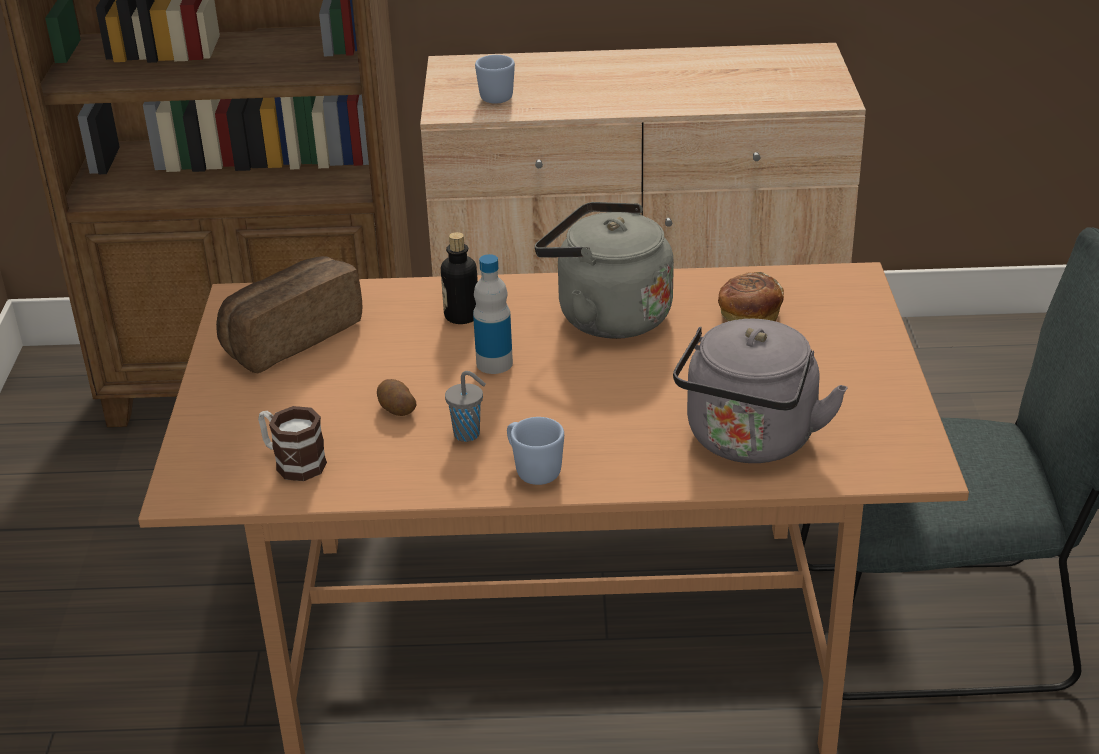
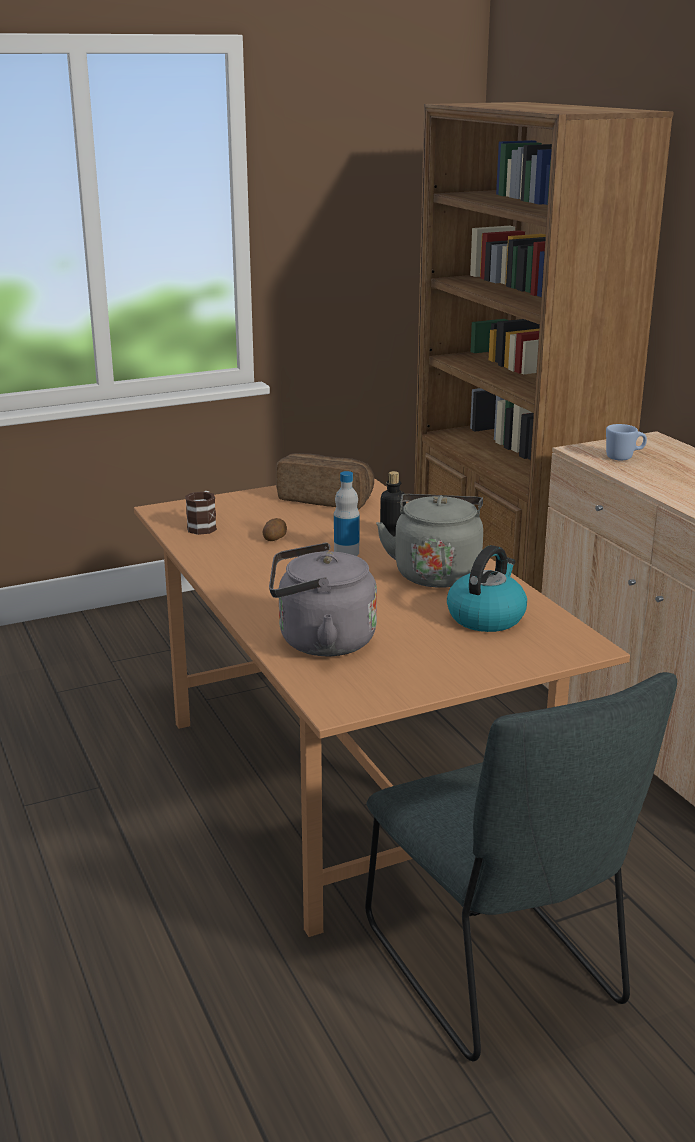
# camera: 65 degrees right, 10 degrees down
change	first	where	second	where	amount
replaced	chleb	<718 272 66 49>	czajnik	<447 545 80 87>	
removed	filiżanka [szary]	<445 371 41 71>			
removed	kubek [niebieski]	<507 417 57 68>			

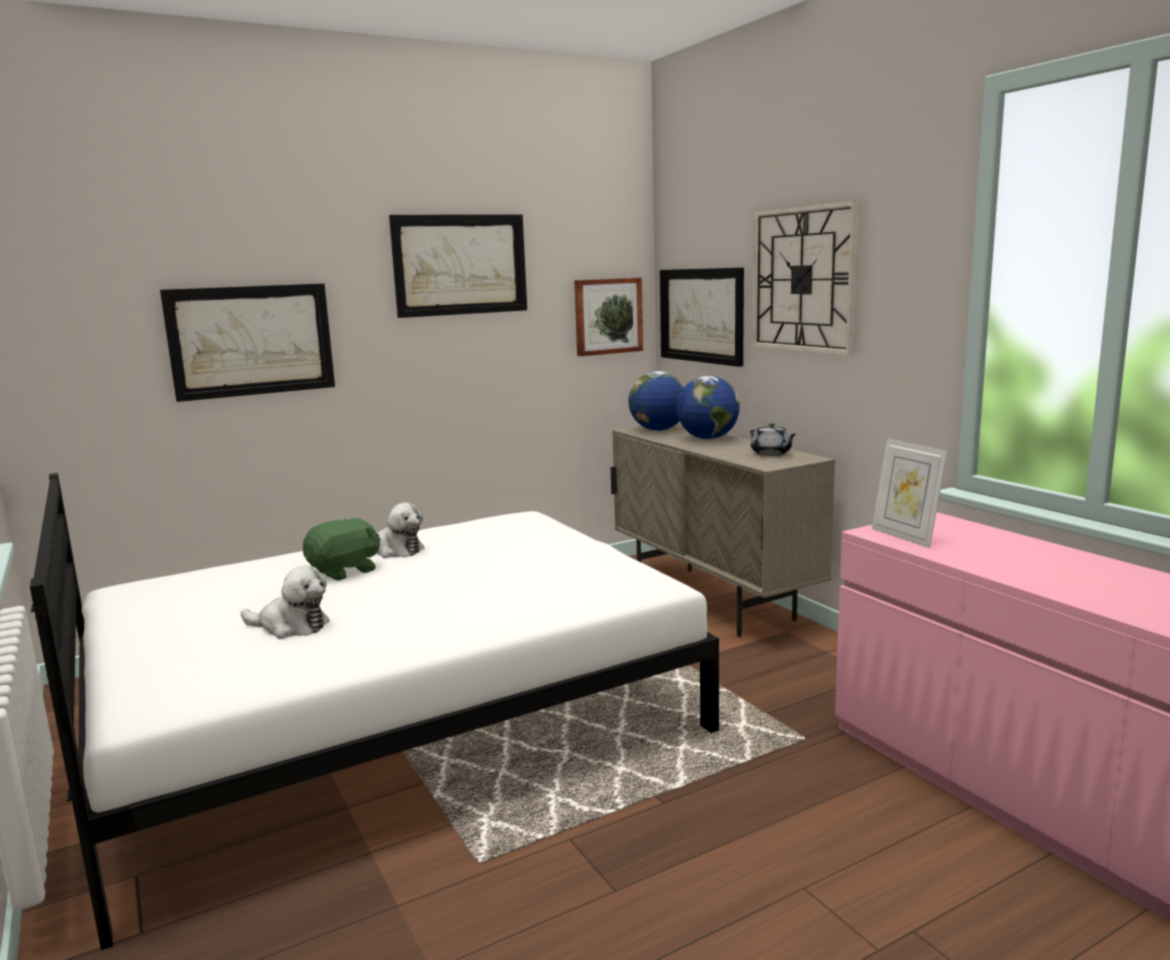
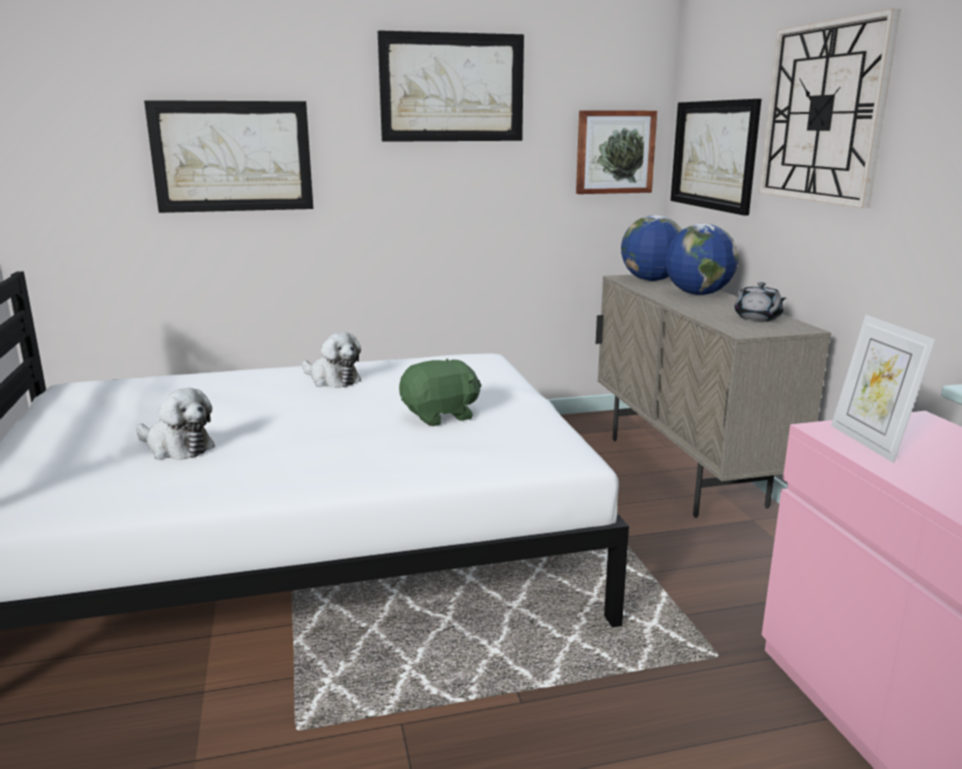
# camera: 15 degrees right, 5 degrees up
change	first	where	second	where	amount
moved	pluszak [zielony]	<303 518 78 62>		<399 359 82 67>	

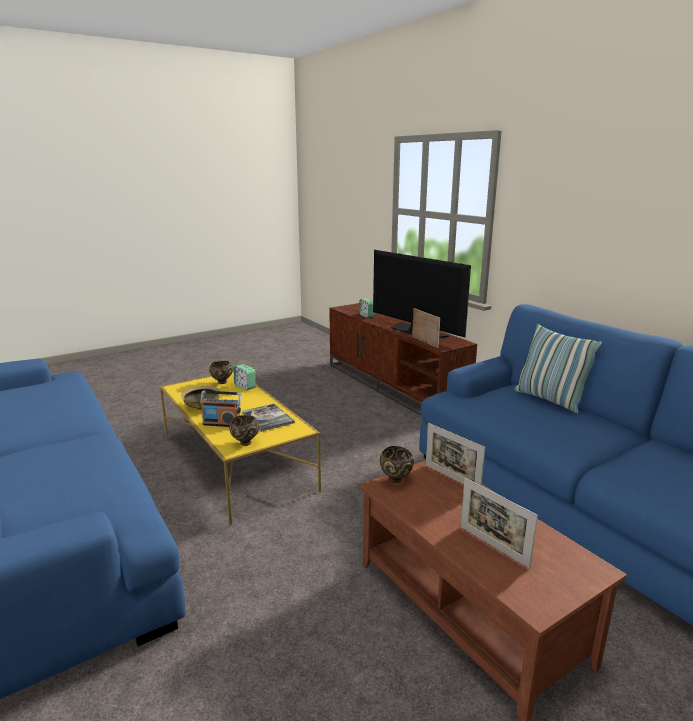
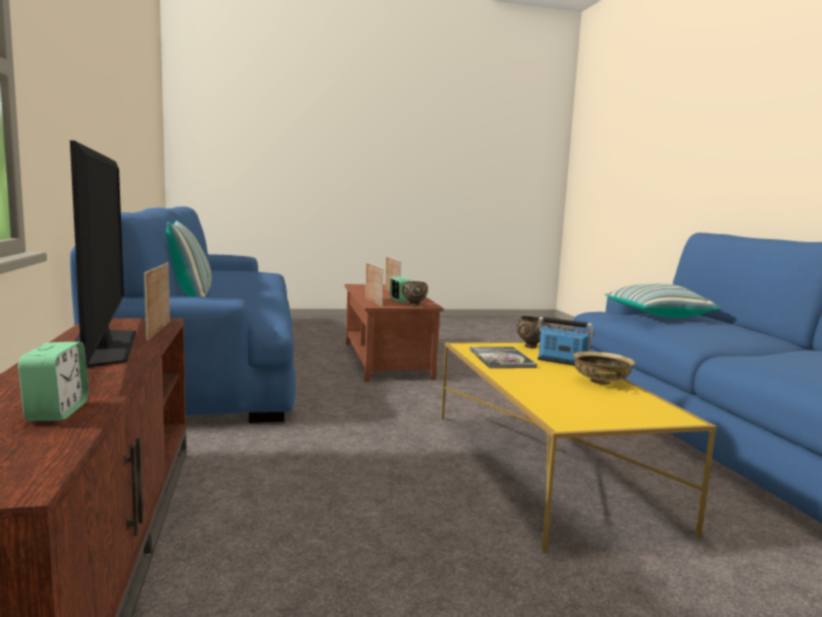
# camera: 160 degrees left, 10 degrees down
change	first	where	second	where	amount
moved	budzik	<233 364 23 26>		<390 276 20 26>	
added			poduszka	<605 283 116 35>	
removed	miska [brązowy]	<209 361 24 23>			

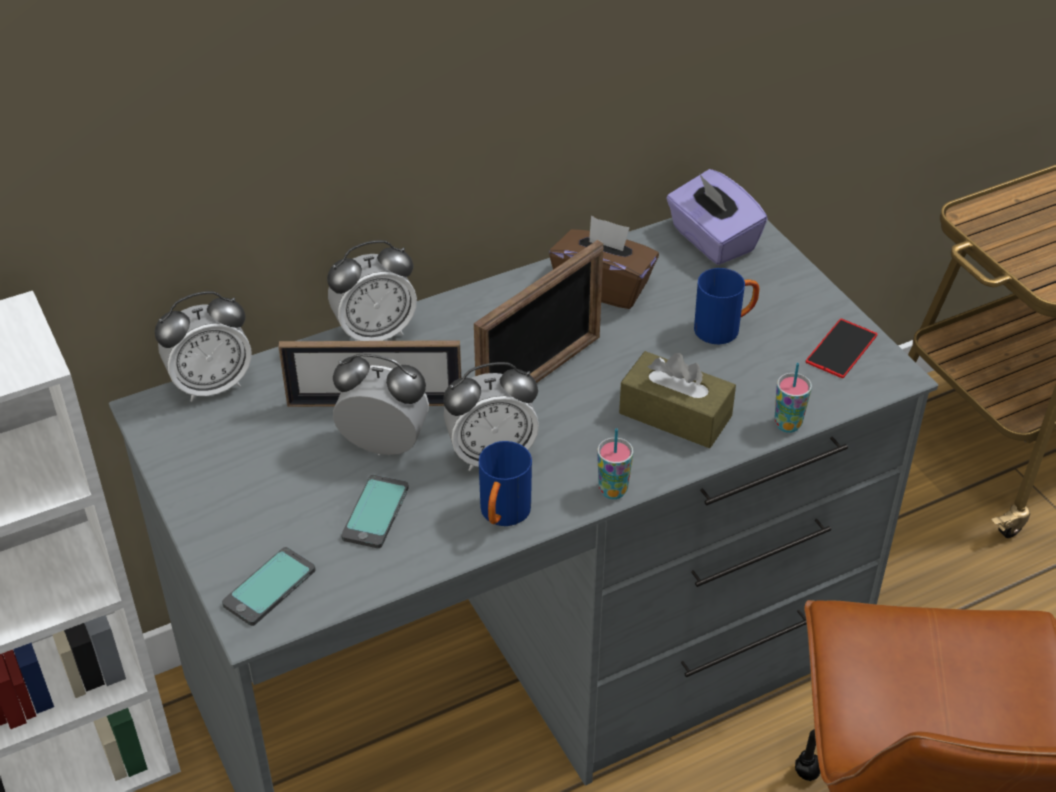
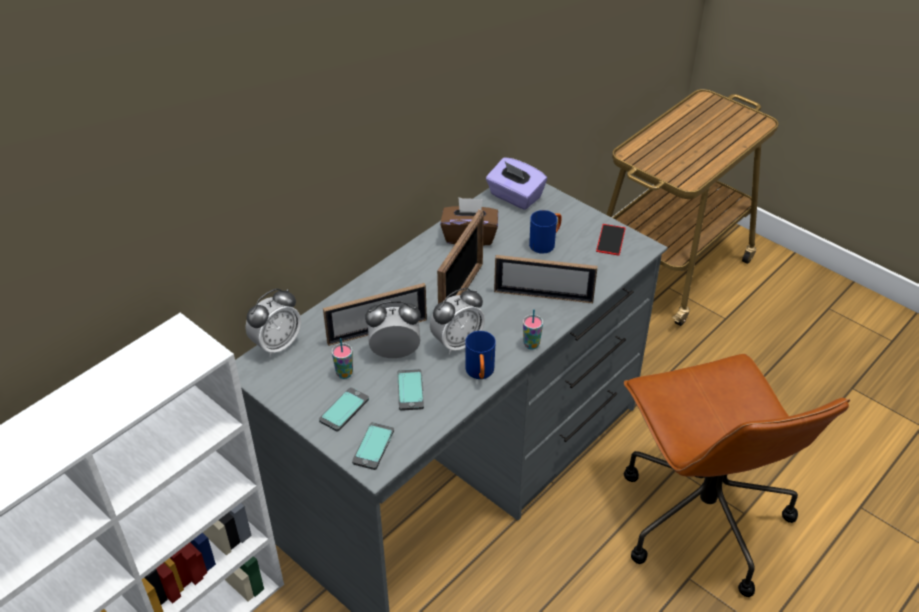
# camera: 20 degrees left, 0 degrees up
change	first	where	second	where	amount
added			telefon	<319 387 50 45>	
moved	filiżanka	<774 363 38 70>		<332 338 21 41>	
replaced	pudełko chusteczek [brązowy]	<619 351 117 97>	ramka na zdjęcie	<494 255 104 48>	
removed	budzik	<327 240 90 101>			

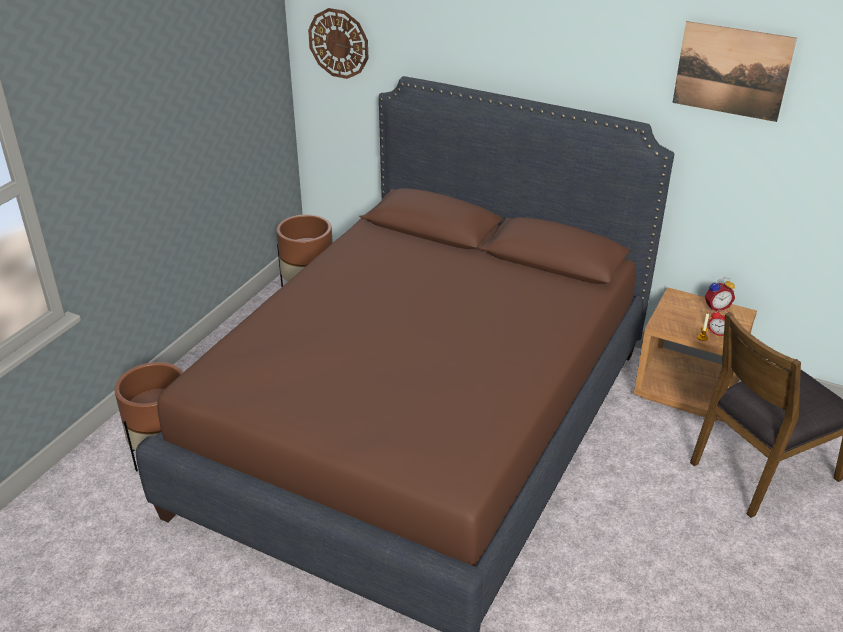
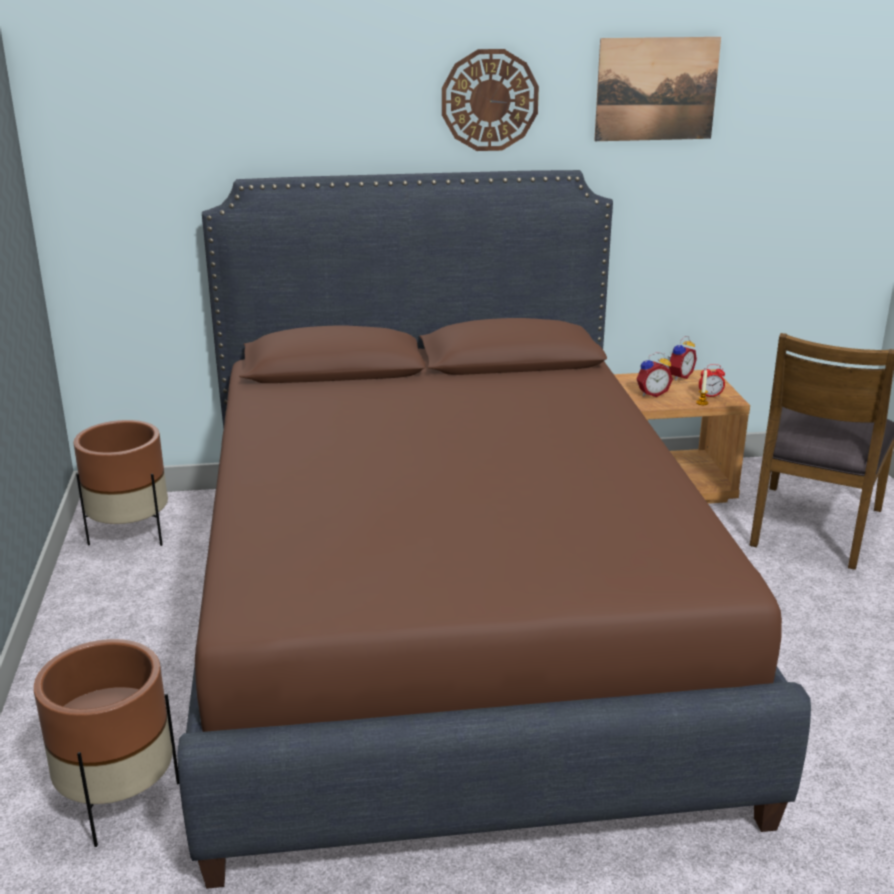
# camera: 35 degrees left, 10 degrees down
change	first	where	second	where	amount
moved	zegar ścienny	<308 8 61 71>		<442 49 97 102>	
added			budzik	<636 352 37 45>	

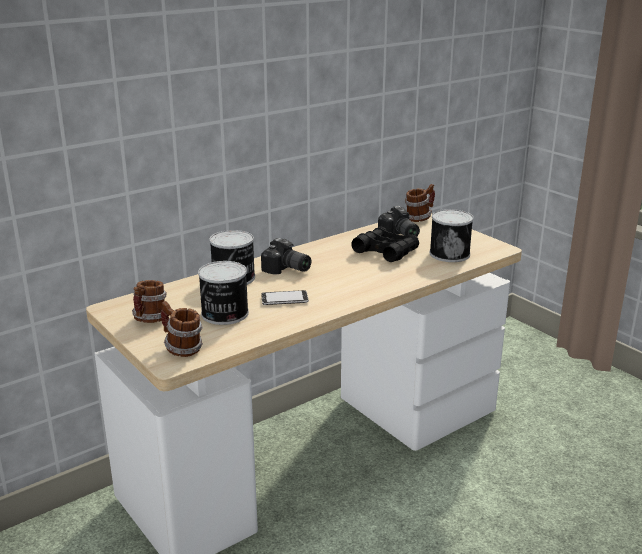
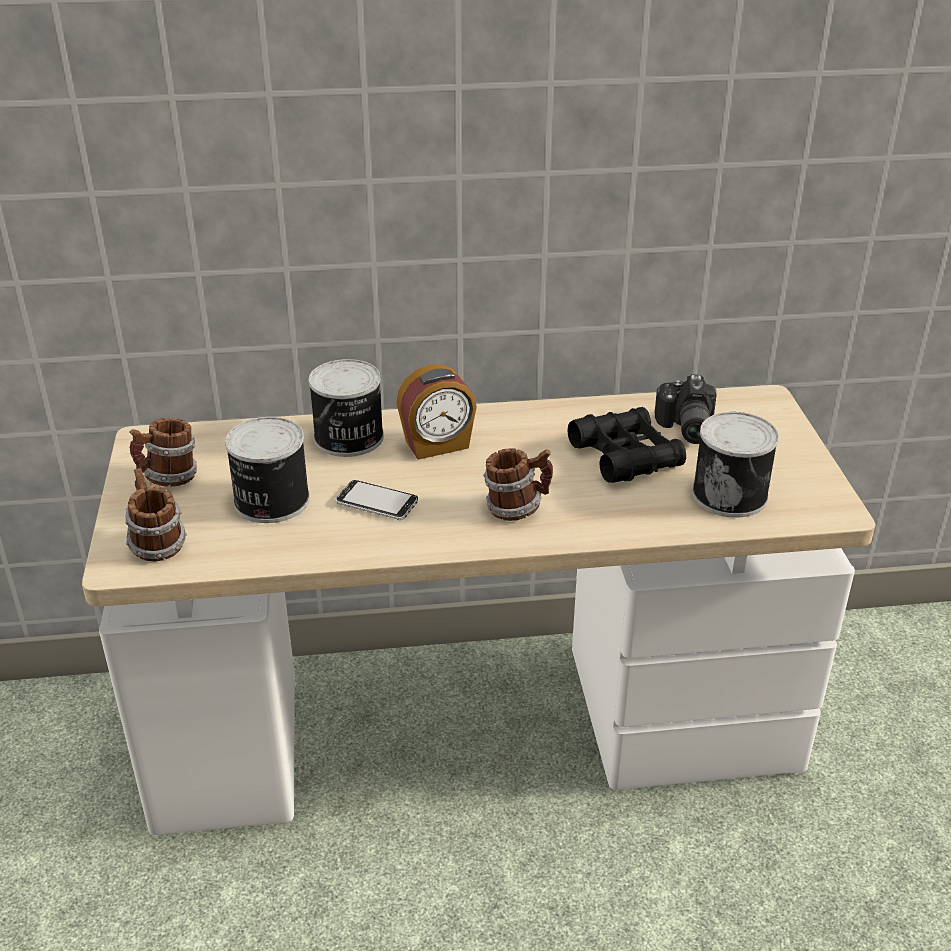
# camera: 30 degrees right, 10 degrees up
change	first	where	second	where	amount
replaced	aparat fotograficzny	<261 238 50 36>	budzik	<396 365 81 95>	
moved	kubek	<405 184 30 38>		<483 448 70 73>	

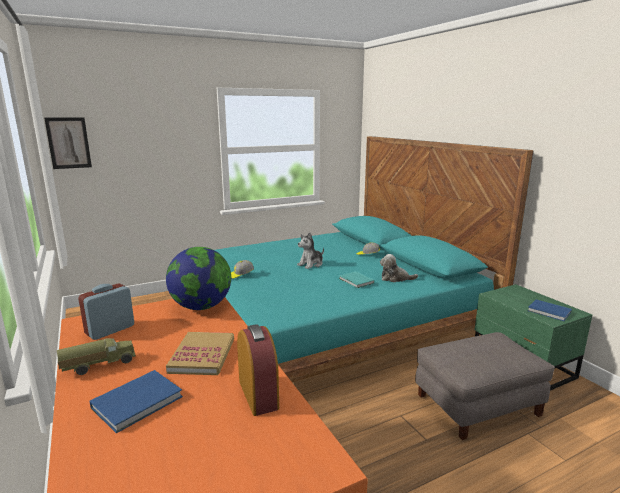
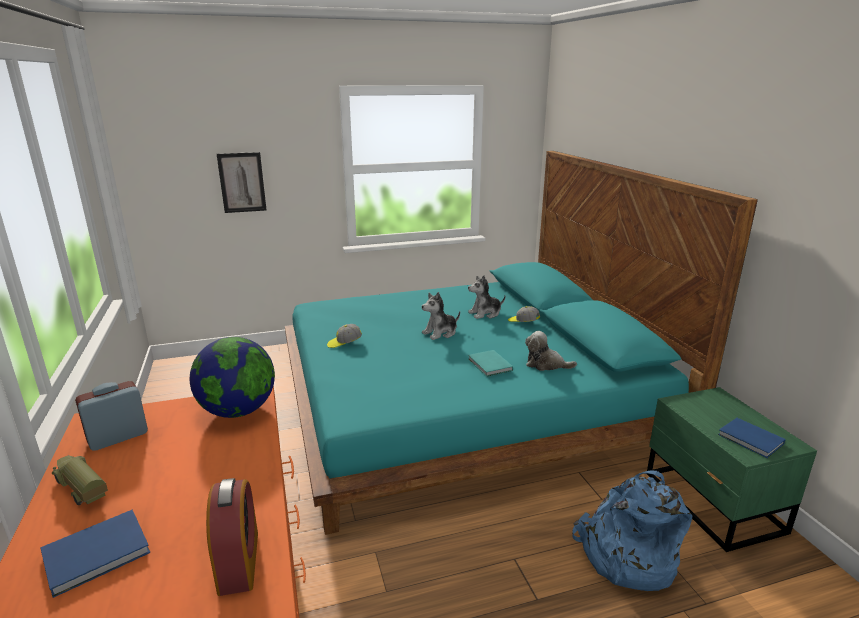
# camera: 10 degrees right, 5 degrees up
change	first	where	second	where	amount
turned	ciężarówka zabawkowa	<57 338 79 37>		<52 455 56 50>	120 degrees counterclockwise
moved	obraz	<44 117 48 52>		<217 152 49 61>	
added			pluszak	<468 275 37 44>	
replaced	pufa [szary]	<415 332 140 108>	plecak [niebieski]	<572 470 120 121>	
removed	książka	<166 332 68 43>			

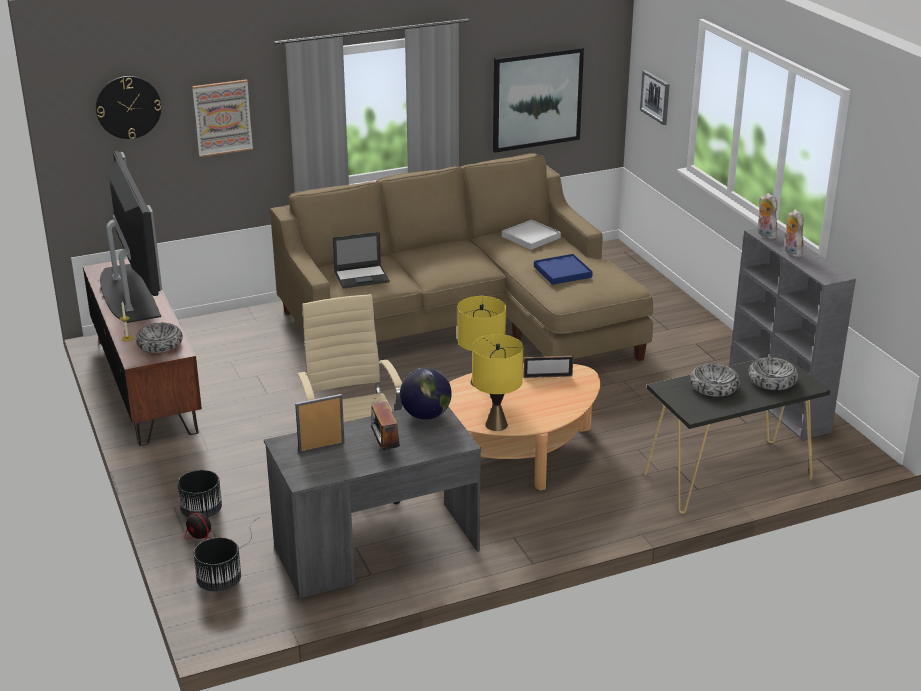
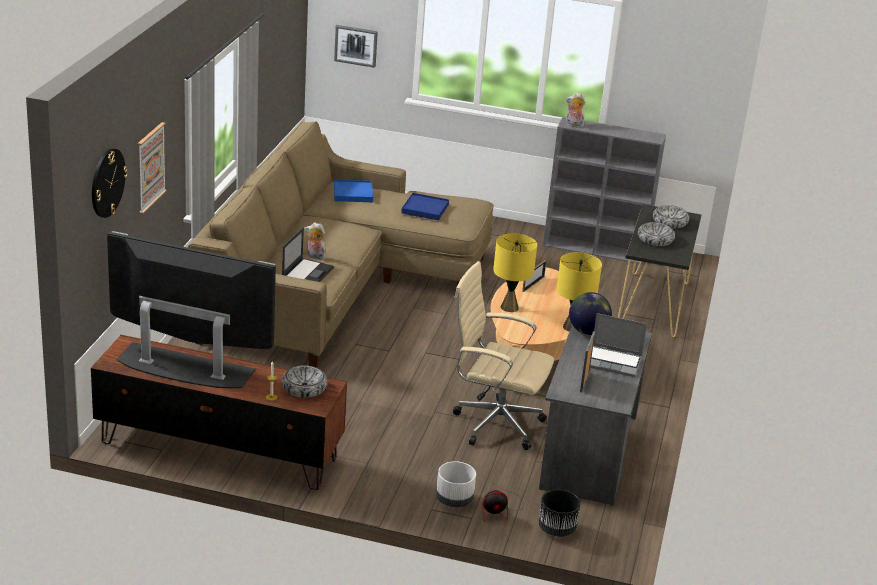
# camera: 55 degrees left, 0 degrees up
change	first	where	second	where	amount
moved	pluszak	<784 209 20 48>		<305 222 21 38>	
recoloured	taca [biały]	<502 220 59 30>	taca [niebieski]	<334 179 39 23>	
recoloured	donica [czarny]	<177 470 45 48>	donica [biały]	<436 461 40 46>	
replaced	radio	<365 401 35 50>	laptop	<590 313 57 64>	
removed	obraz	<493 47 91 106>			

